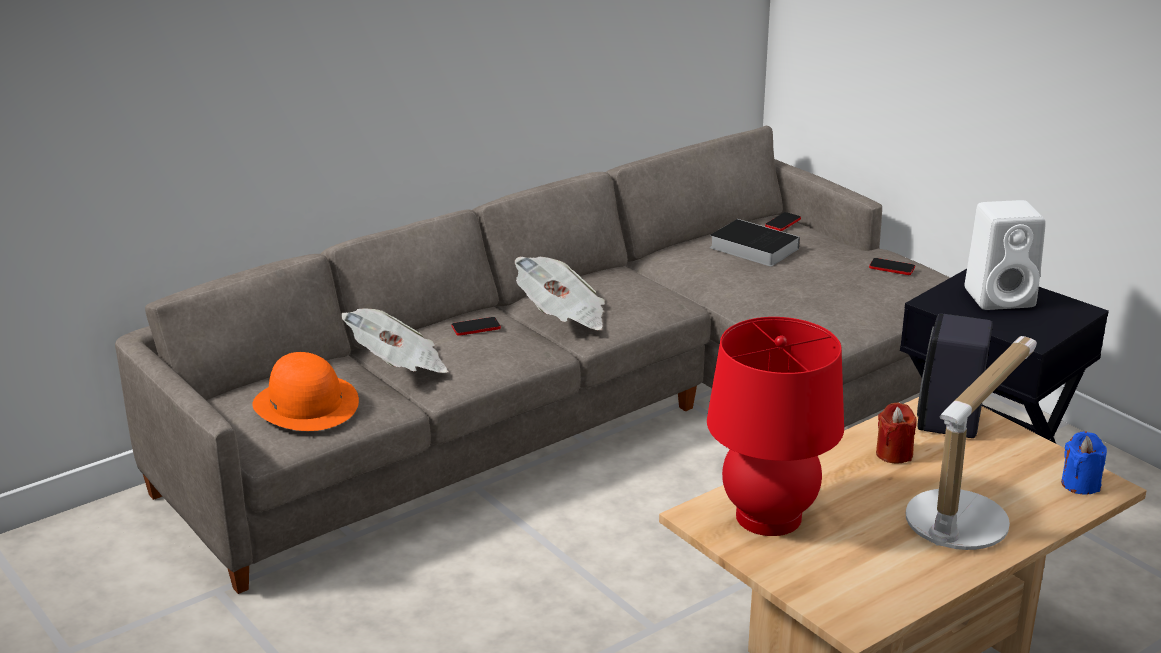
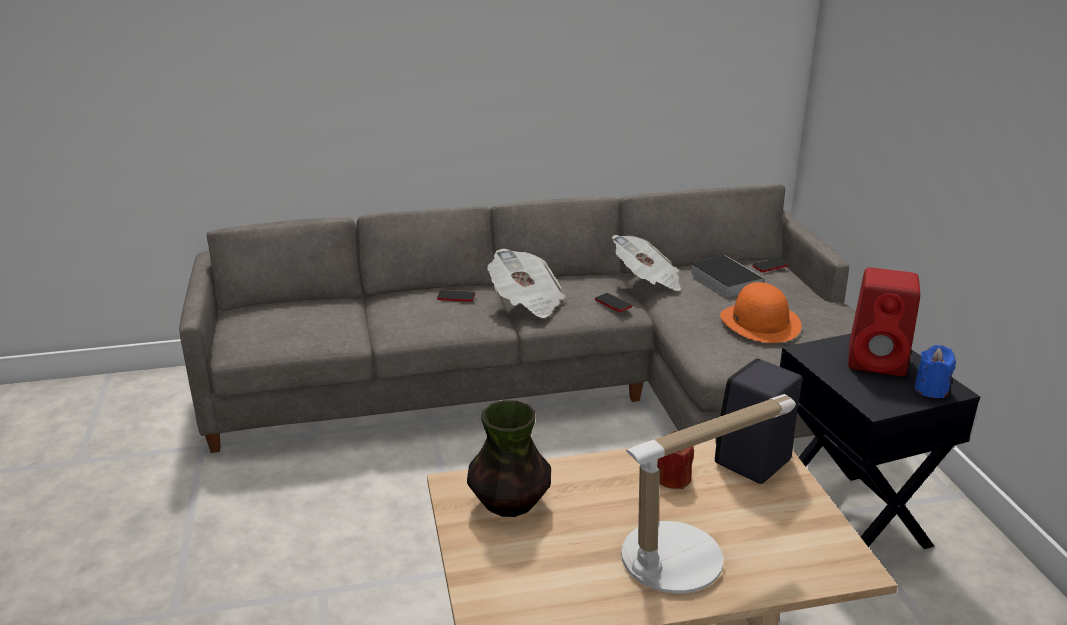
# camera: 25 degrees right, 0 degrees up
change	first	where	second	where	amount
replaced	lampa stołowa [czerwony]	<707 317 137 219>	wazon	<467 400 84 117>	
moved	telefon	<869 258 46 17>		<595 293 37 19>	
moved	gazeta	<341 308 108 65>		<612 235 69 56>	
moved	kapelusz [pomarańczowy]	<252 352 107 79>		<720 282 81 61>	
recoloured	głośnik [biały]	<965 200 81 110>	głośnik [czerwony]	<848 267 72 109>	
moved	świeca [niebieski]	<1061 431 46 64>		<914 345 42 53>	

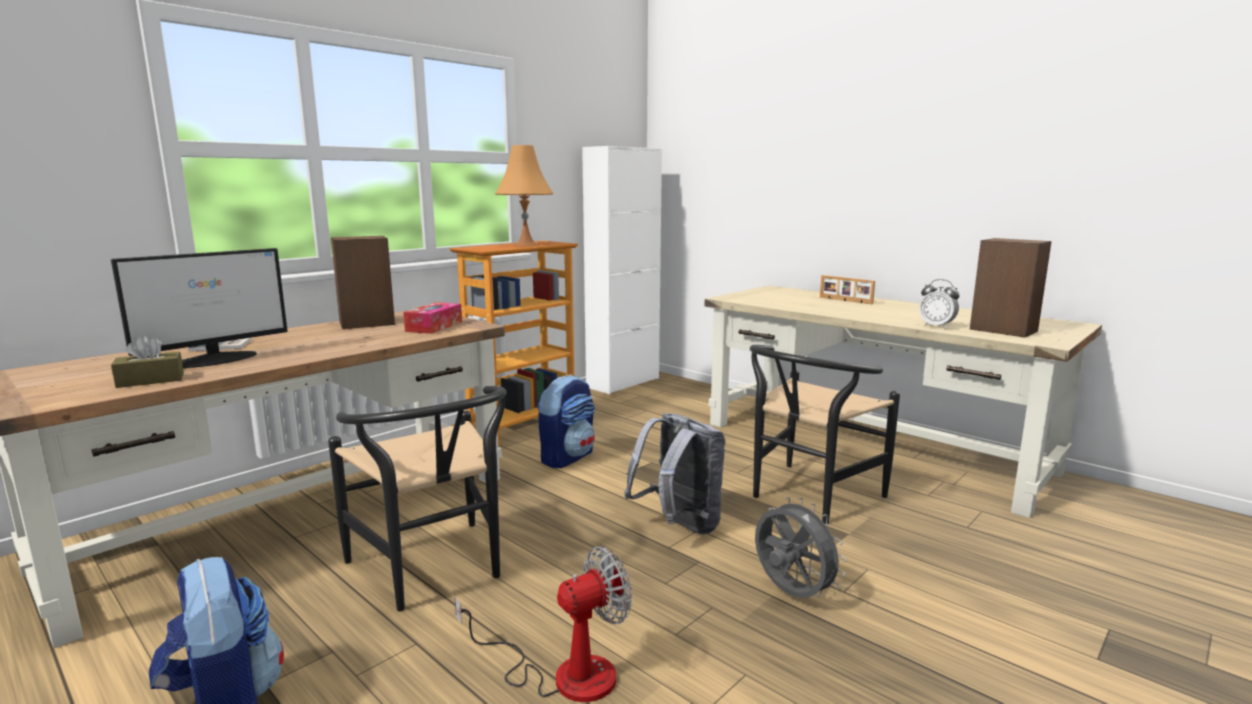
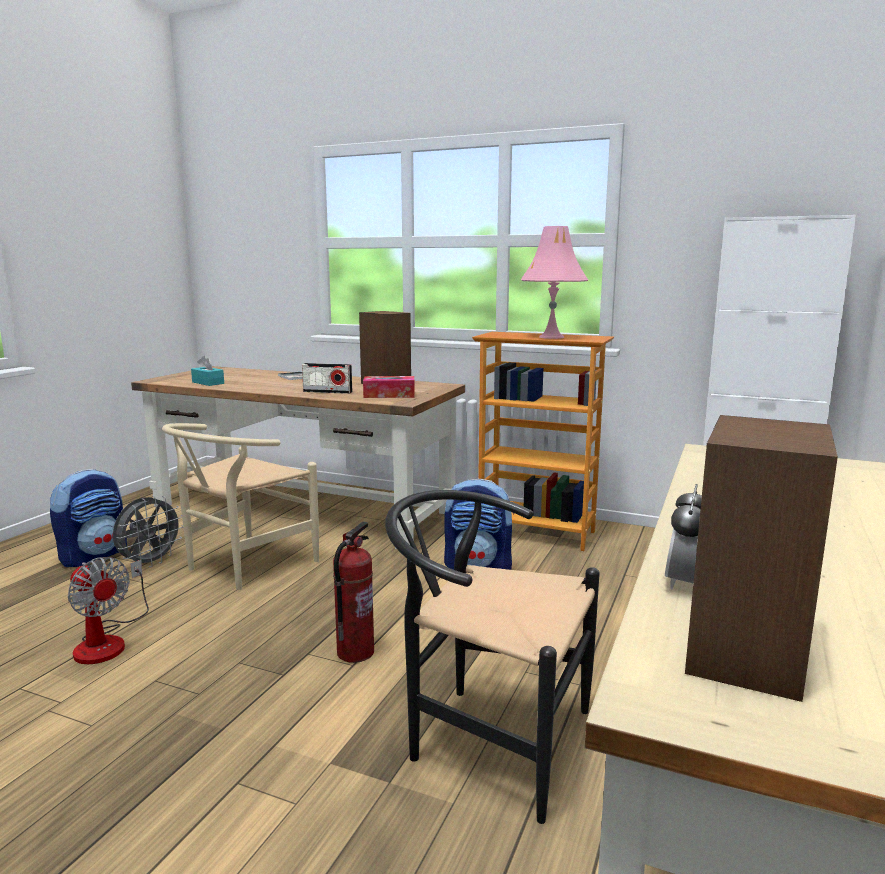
# camera: 70 degrees right, 0 degrees up
change	first	where	second	where	amount
moved	wentylator [szary]	<755 497 92 101>		<113 495 70 72>	
recoloured	krzesło [czarny]	<328 386 179 226>	krzesło [beżowy]	<162 423 157 167>	
recoloured	pudełko chusteczek [brązowy]	<111 335 73 53>	pudełko chusteczek [turkusowy]	<191 356 33 30>	
added			radio	<302 363 50 31>	
replaced	plecak [szary]	<624 413 101 121>	gaśnica	<333 521 41 142>	
recoloured	lampa stołowa [pomarańczowy]	<495 145 58 101>	lampa stołowa [różowy]	<521 226 67 113>	
removed	monitor	<111 248 177 120>			
removed	ramka na zdjęcie	<820 275 55 29>			

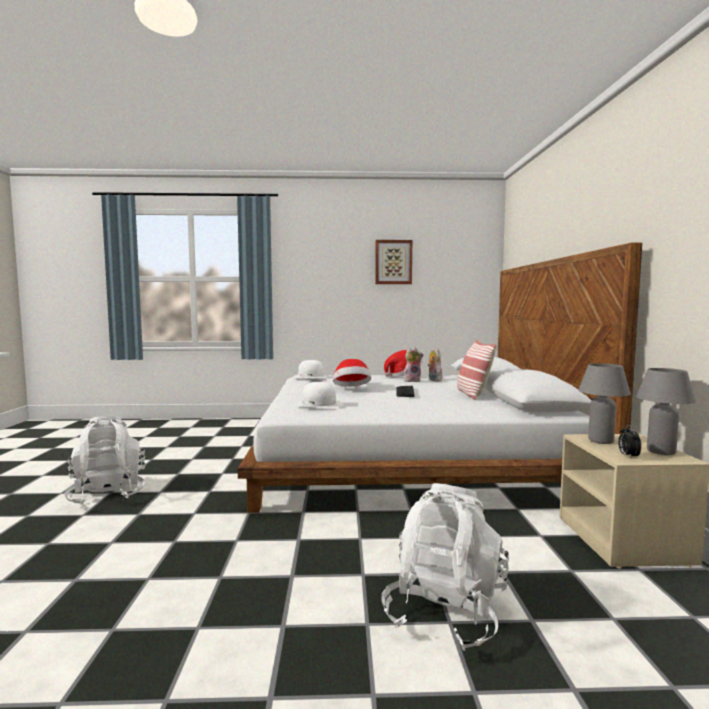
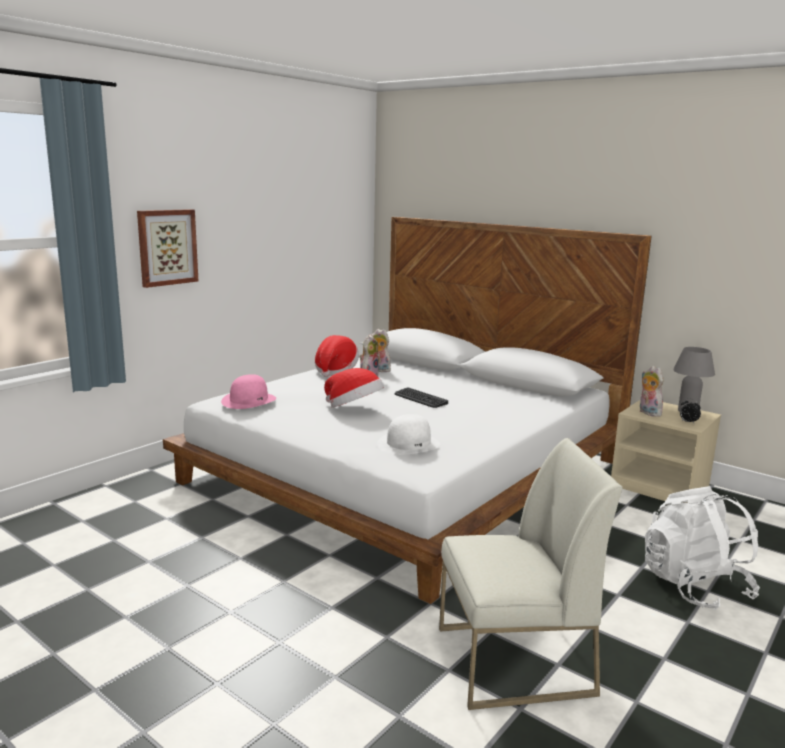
# camera: 50 degrees left, 10 degrees up
change	first	where	second	where	amount
moved	obraz	<375 240 37 44>		<137 209 61 79>	
recoloured	kapelusz [biały]	<293 360 36 18>	kapelusz [różowy]	<221 374 55 35>	
added			krzesło [biały]	<439 438 183 272>	
replaced	lampa stołowa [szary]	<578 363 53 81>	pluszak	<640 366 23 51>	
removed	plecak [biały]	<64 416 82 89>			
removed	poduszka	<457 339 39 61>			

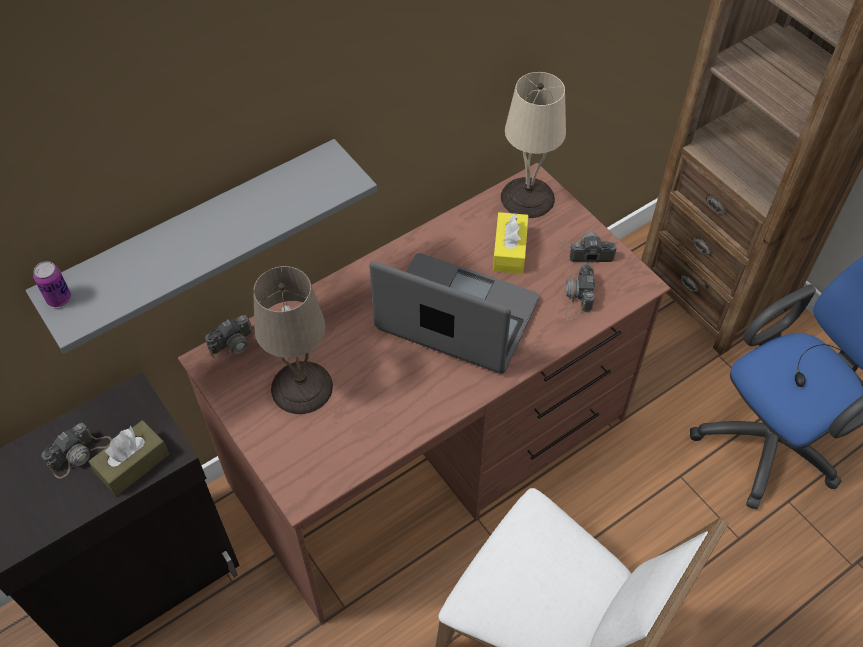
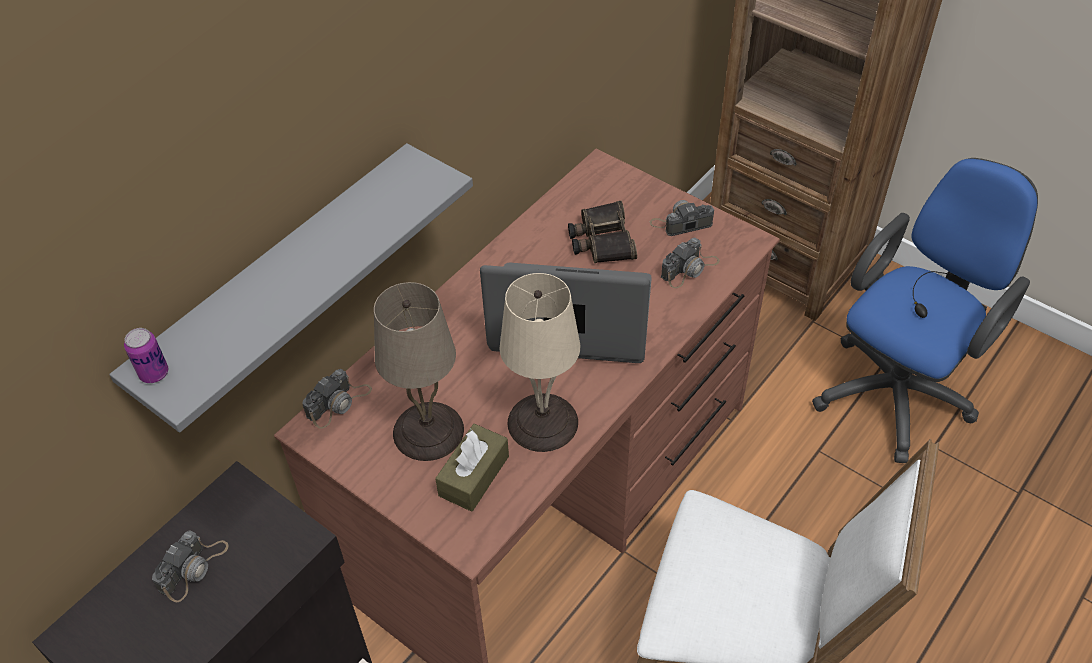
# camera: 15 degrees left, 5 degrees down
change	first	where	second	where	amount
moved	pudełko chusteczek [brązowy]	<88 420 81 76>		<435 424 74 88>	
moved	lampa stołowa [beżowy]	<501 72 65 146>		<499 273 81 179>	
replaced	pudełko chusteczek [żółty]	<493 212 35 62>	lornetka	<568 201 69 62>	
turned	aparat fotograficzny	<565 264 30 56>		<661 238 59 50>	120 degrees counterclockwise

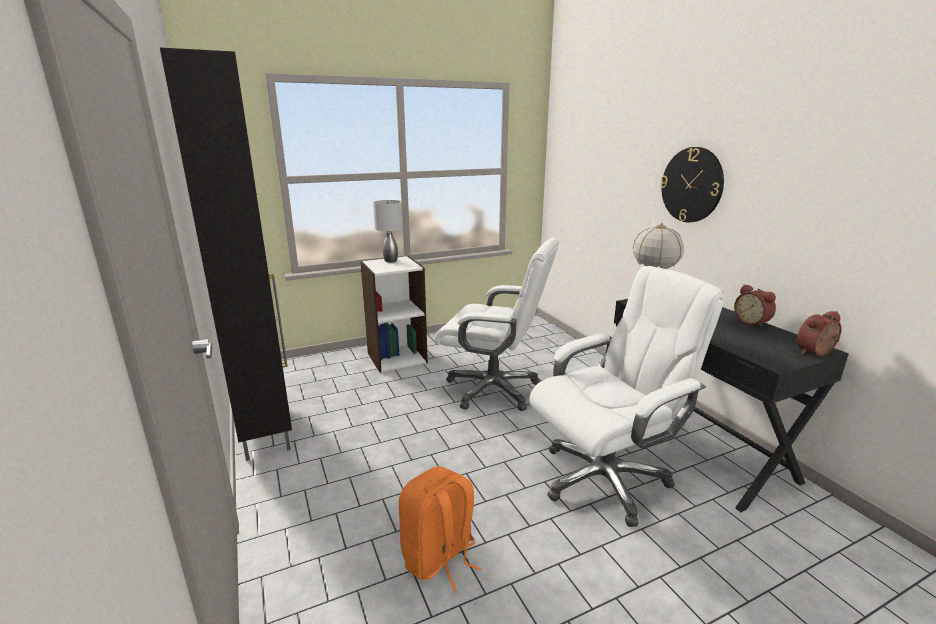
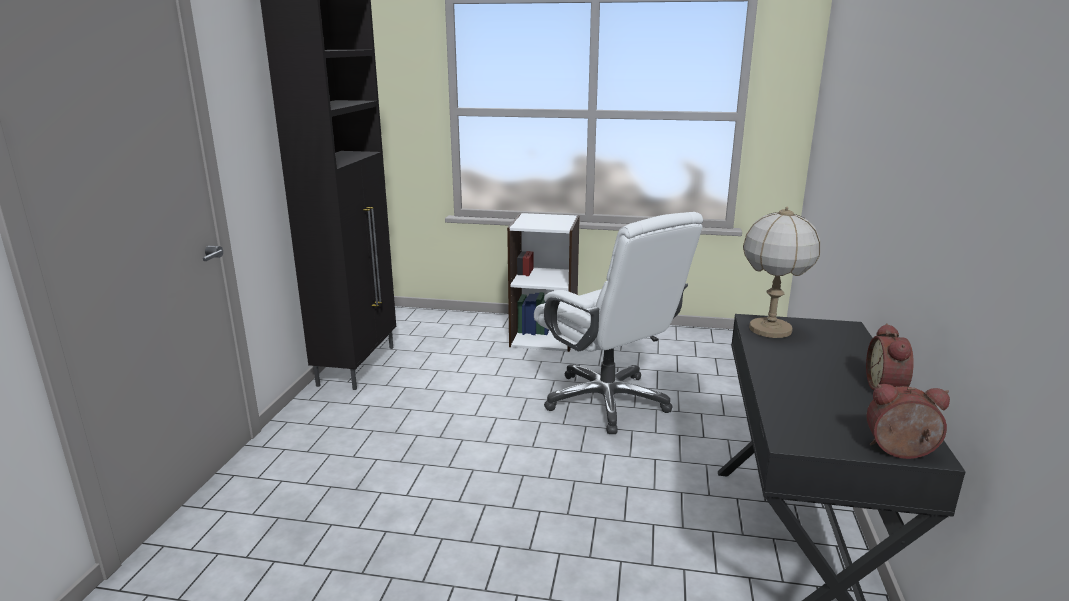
# camera: 35 degrees right, 0 degrees up
change	first	where	second	where	amount
removed	lampa stołowa [szary]	<373 200 30 62>			
removed	plecak [pomarańczowy]	<399 466 83 125>			
removed	krzesło biurowe [biały]	<529 266 195 261>			
removed	zegar ścienny	<660 147 64 75>			

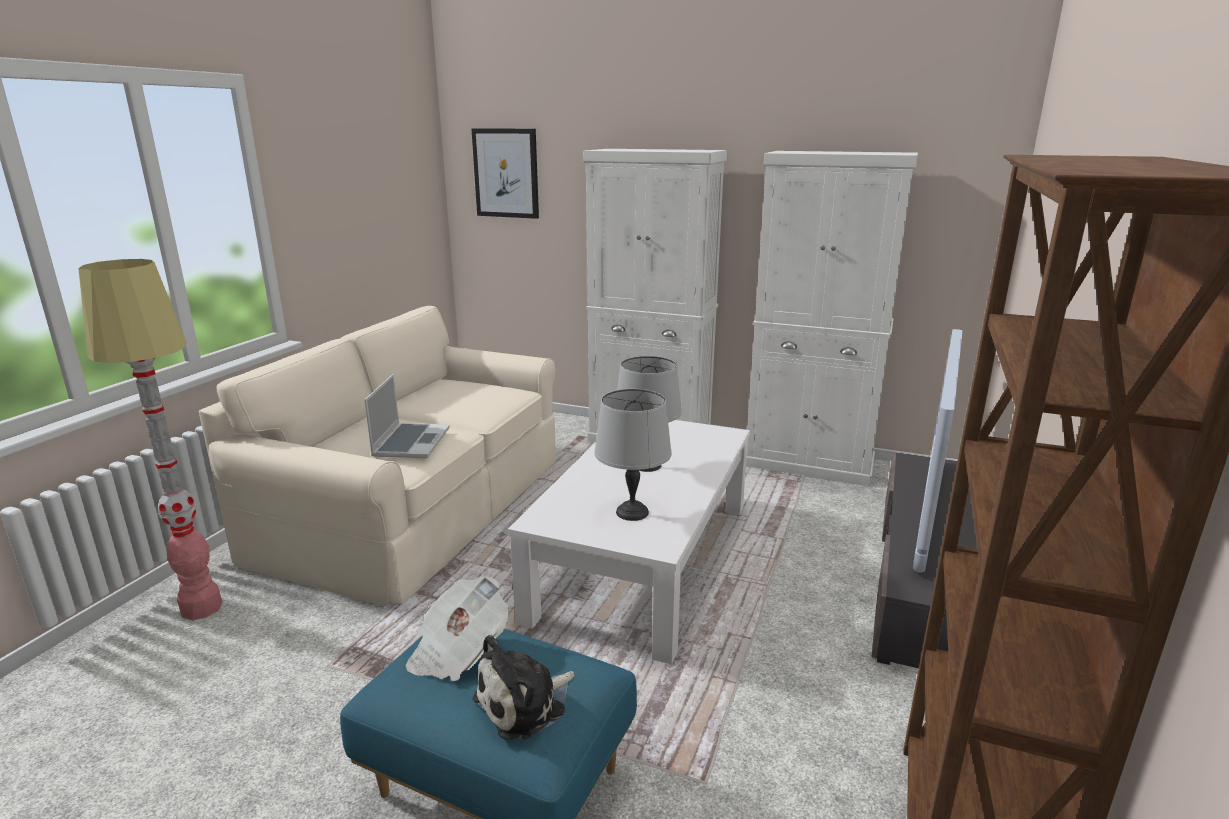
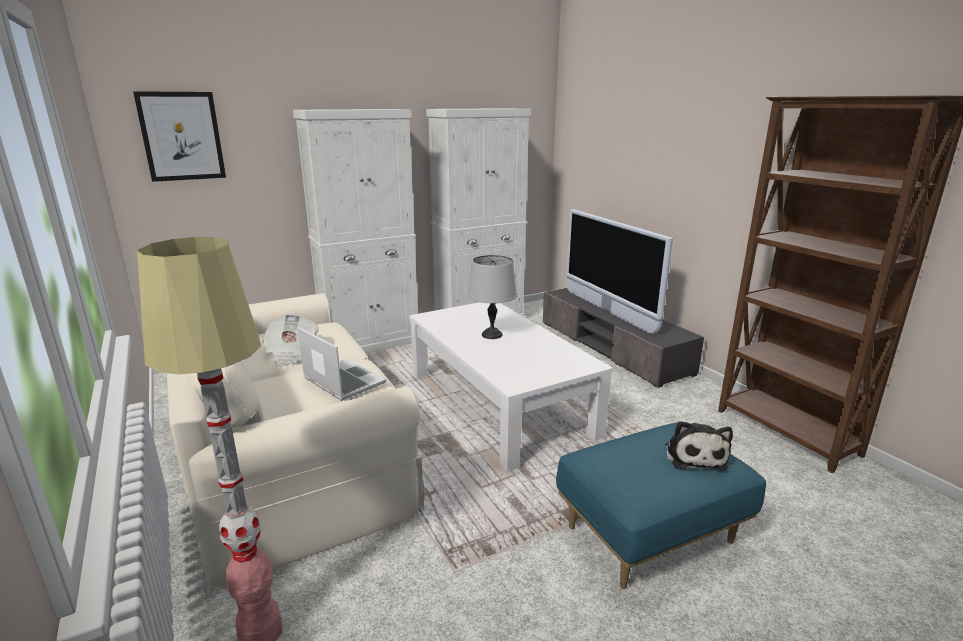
# camera: 50 degrees left, 0 degrees up
change	first	where	second	where	amount
moved	gazeta	<406 576 103 105>		<262 314 57 52>	
removed	lampa stołowa [szary]	<594 389 78 132>			

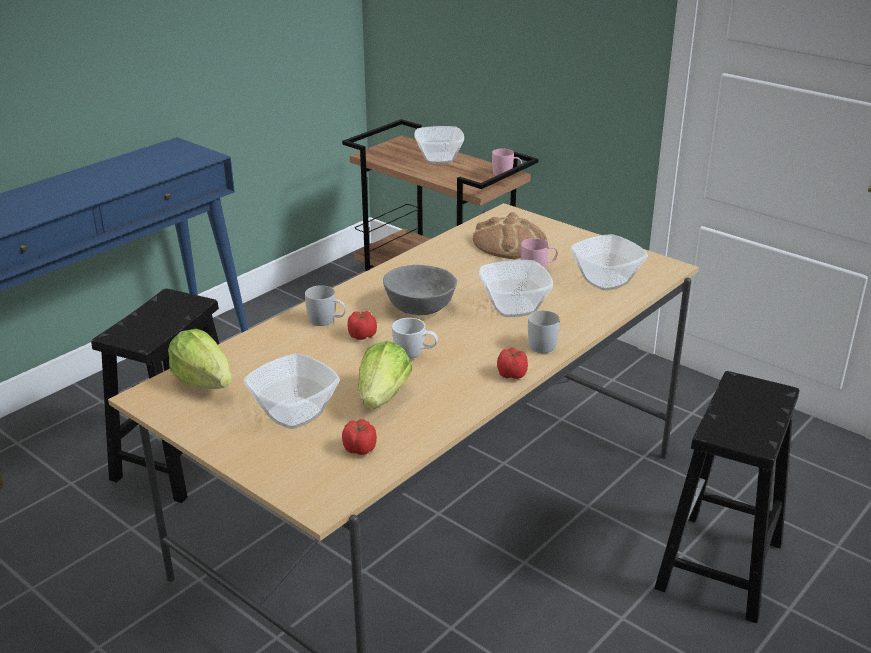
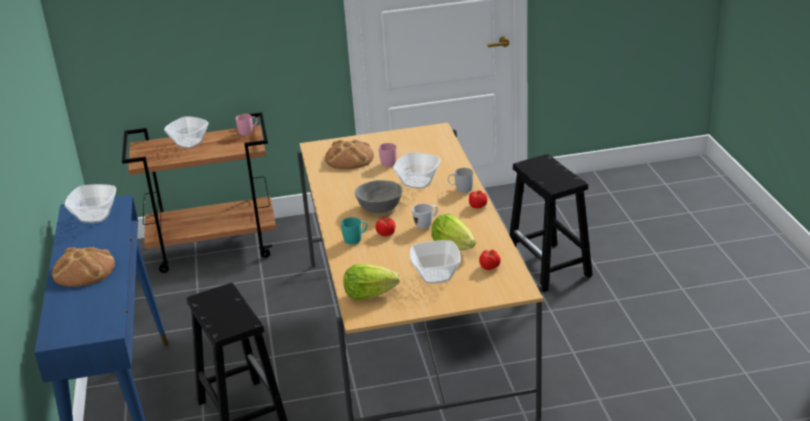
# camera: 50 degrees left, 0 degrees up
change	first	where	second	where	amount
added			chleb	<52 247 63 40>	
moved	miska	<570 234 78 57>		<65 184 51 39>	
recoloured	kubek [biały]	<305 285 41 41>	kubek [turkusowy]	<341 217 26 28>	

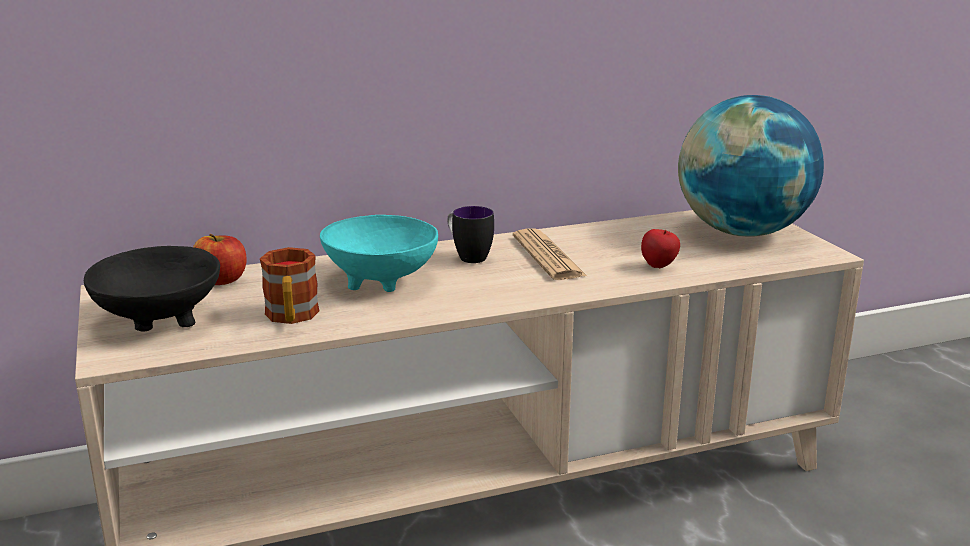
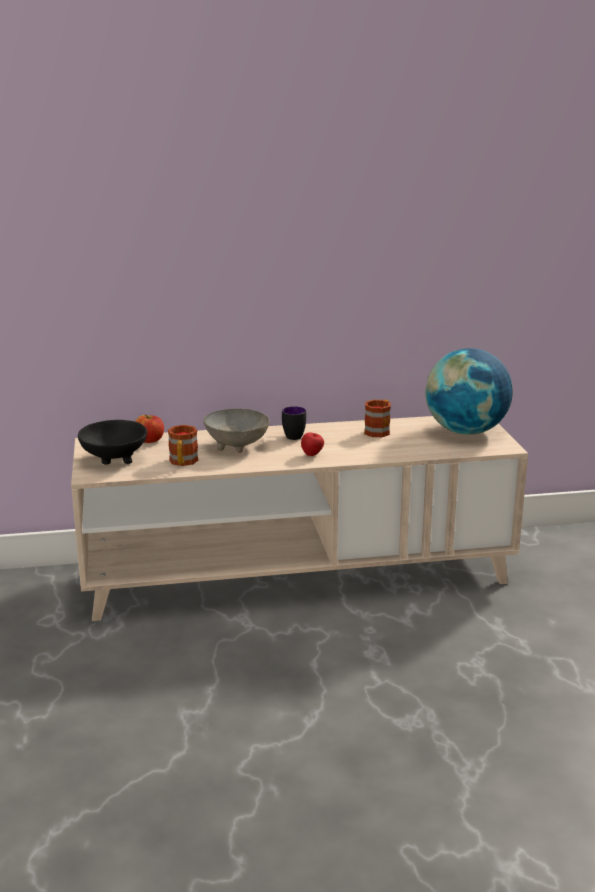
# camera: 10 degrees right, 0 degrees up
change	first	where	second	where	amount
recoloured	miska [turkusowy]	<320 215 118 77>	miska [szary]	<203 408 66 45>	
moved	jabłko	<641 229 39 39>		<301 433 23 23>	
added			kubek	<364 400 27 37>	
removed	gazeta	<513 229 74 51>			

